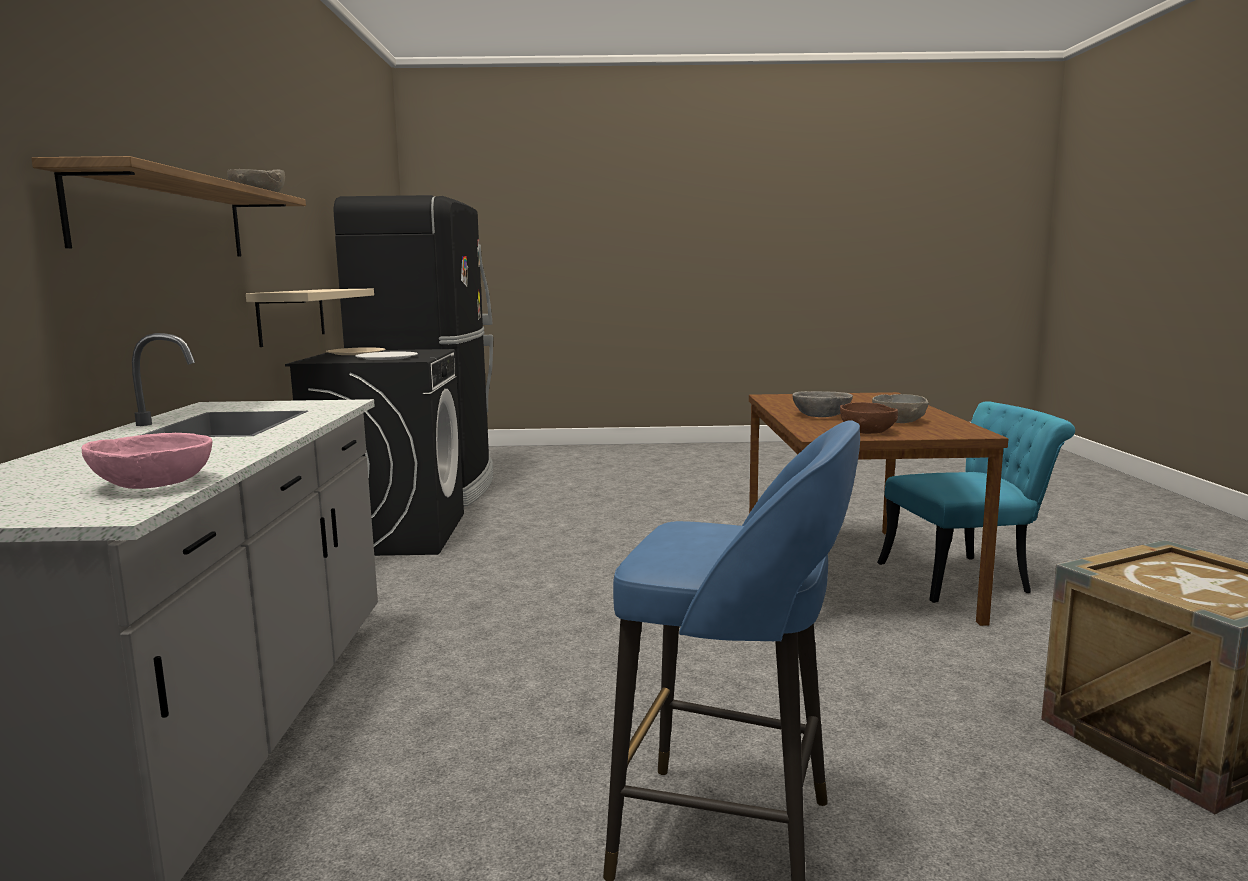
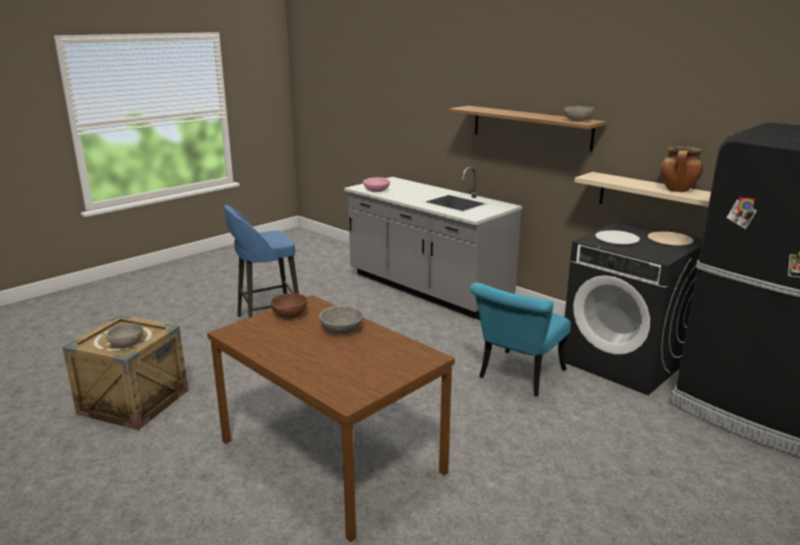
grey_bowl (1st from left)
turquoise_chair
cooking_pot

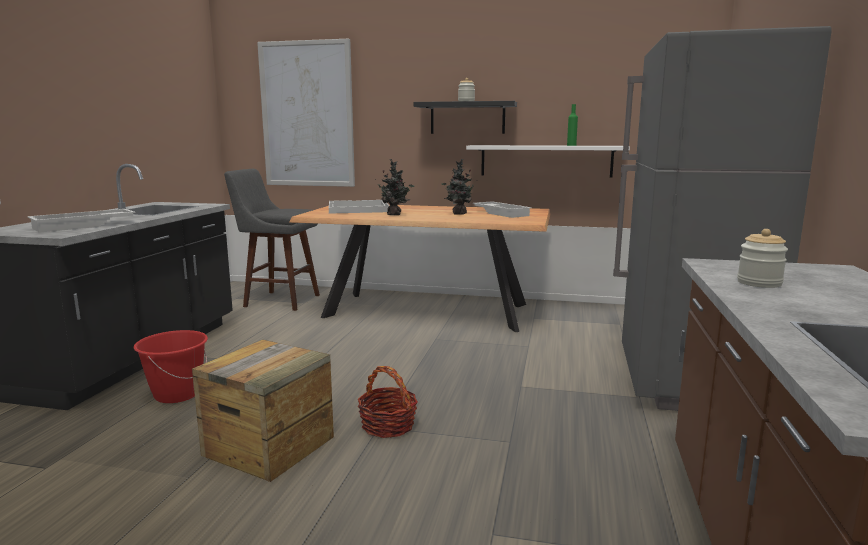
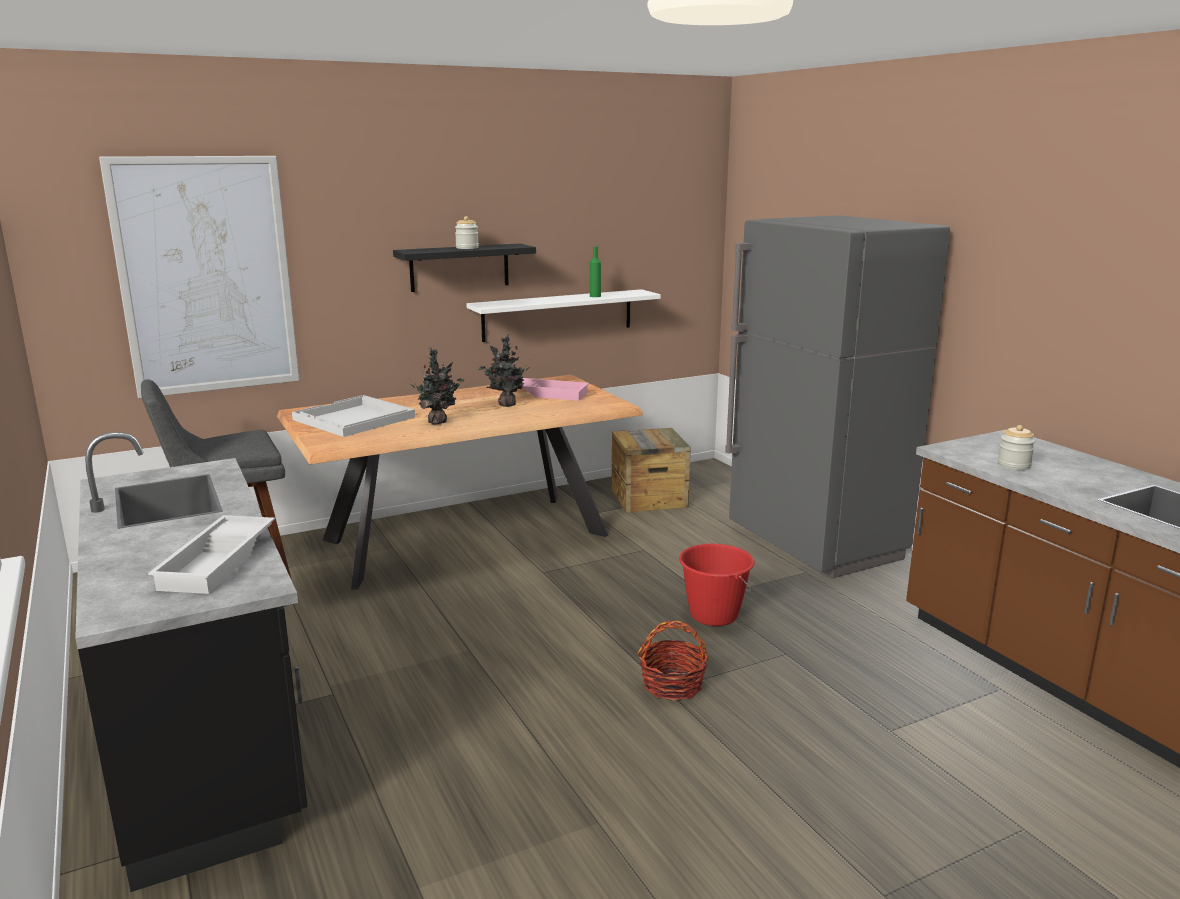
pink_tray
crate
red_bucket

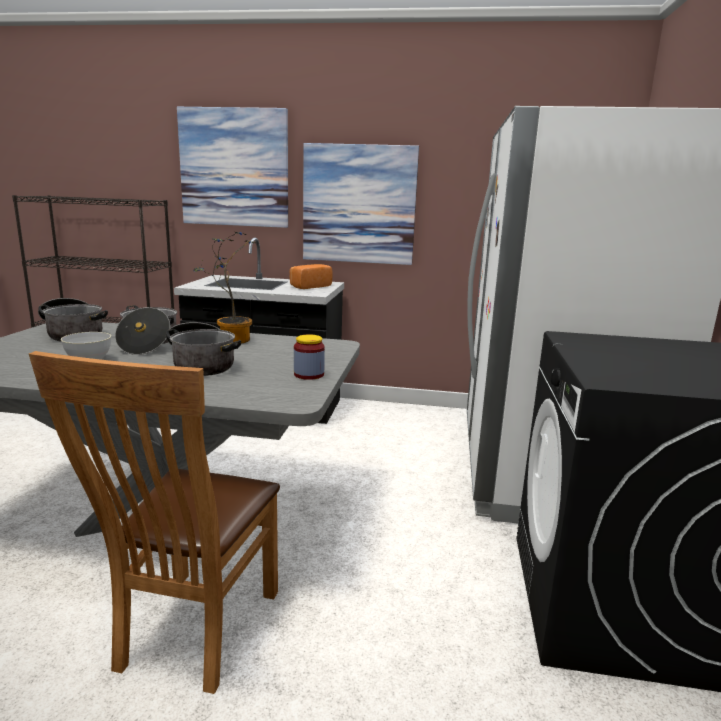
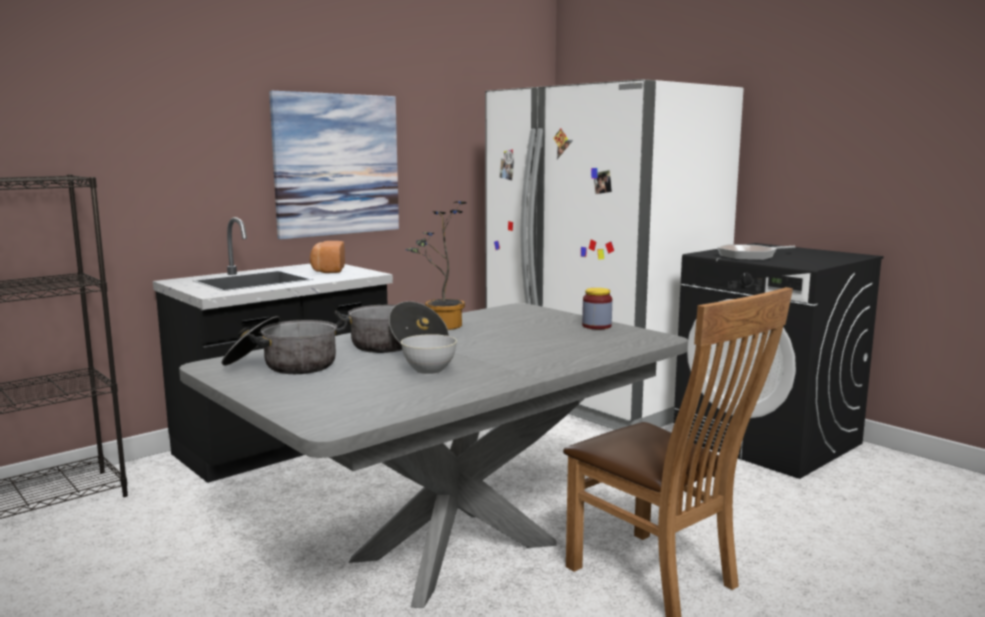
frying_pan
cooking_pot (3rd from left in the first image)
picture (1st from left in the first image)

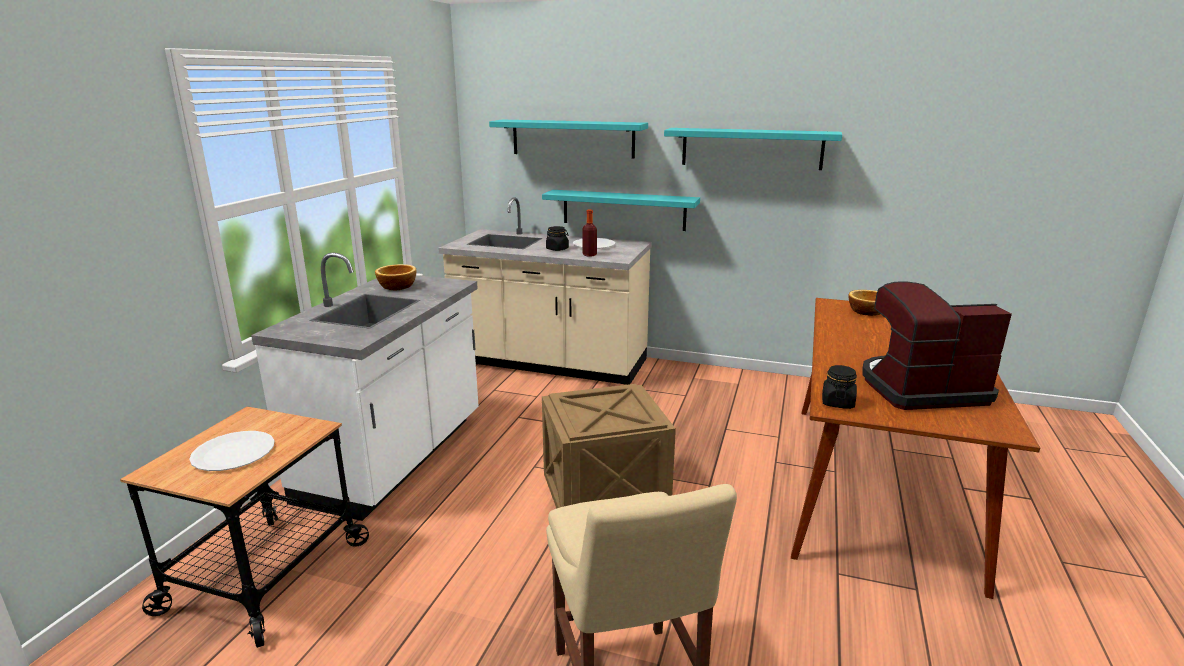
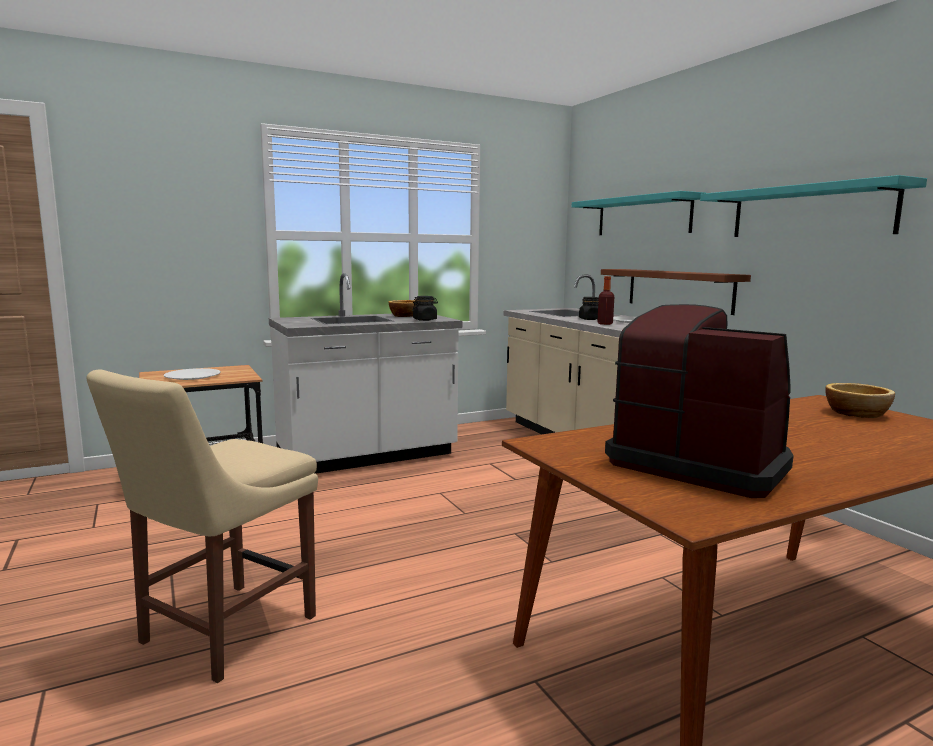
black_jar (1st from left)
brown_shelf
crate

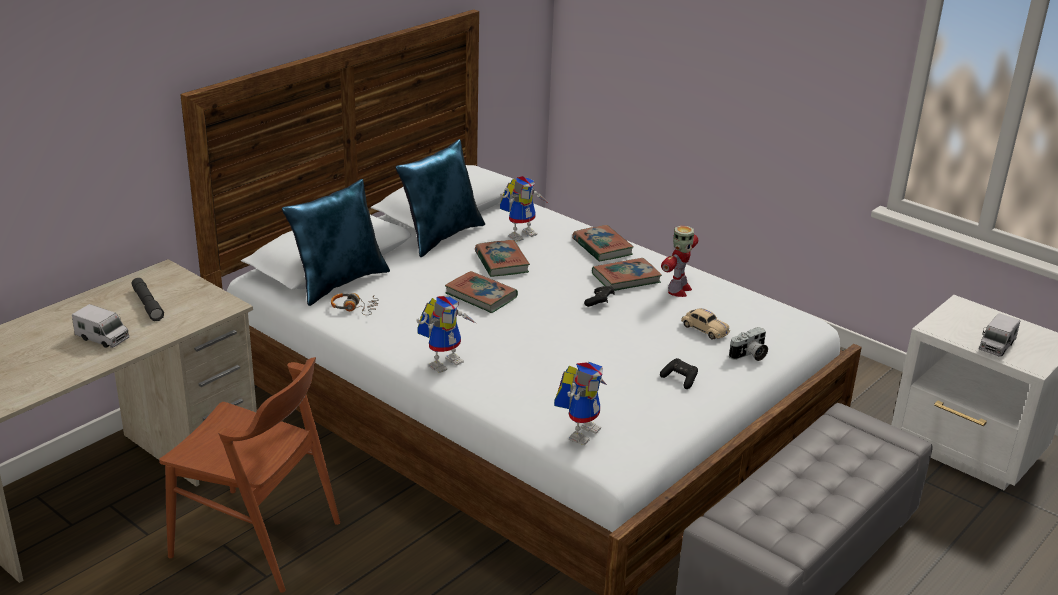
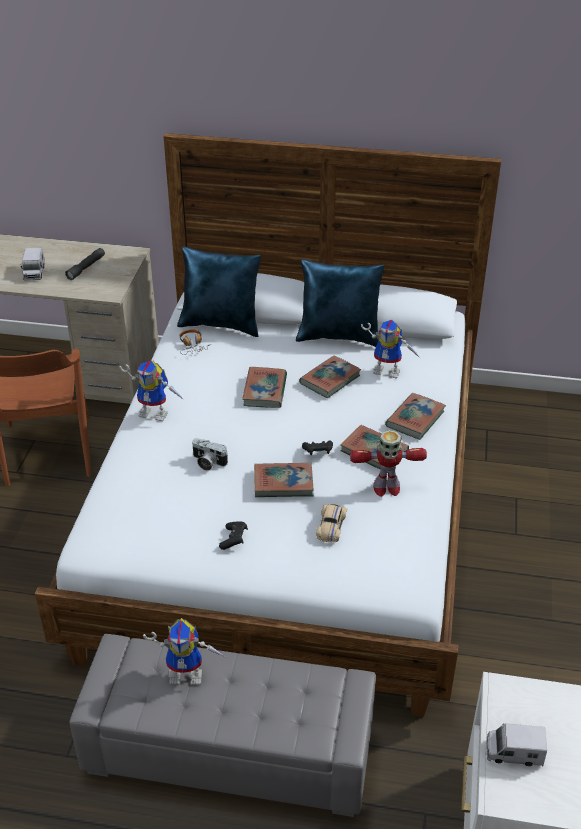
toy_robot (2nd from left)
photo_camera
book (2nd from left)

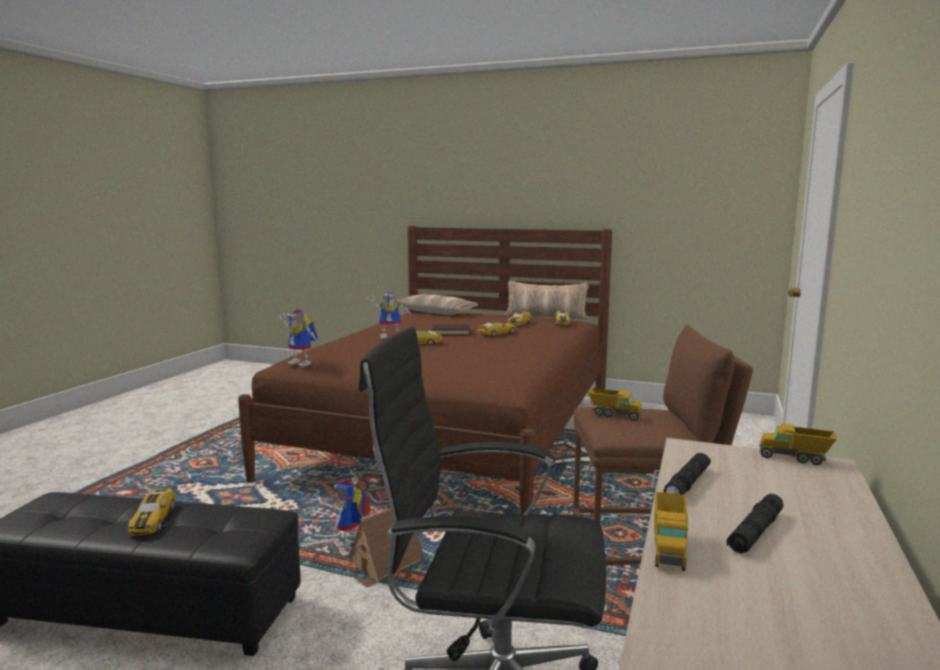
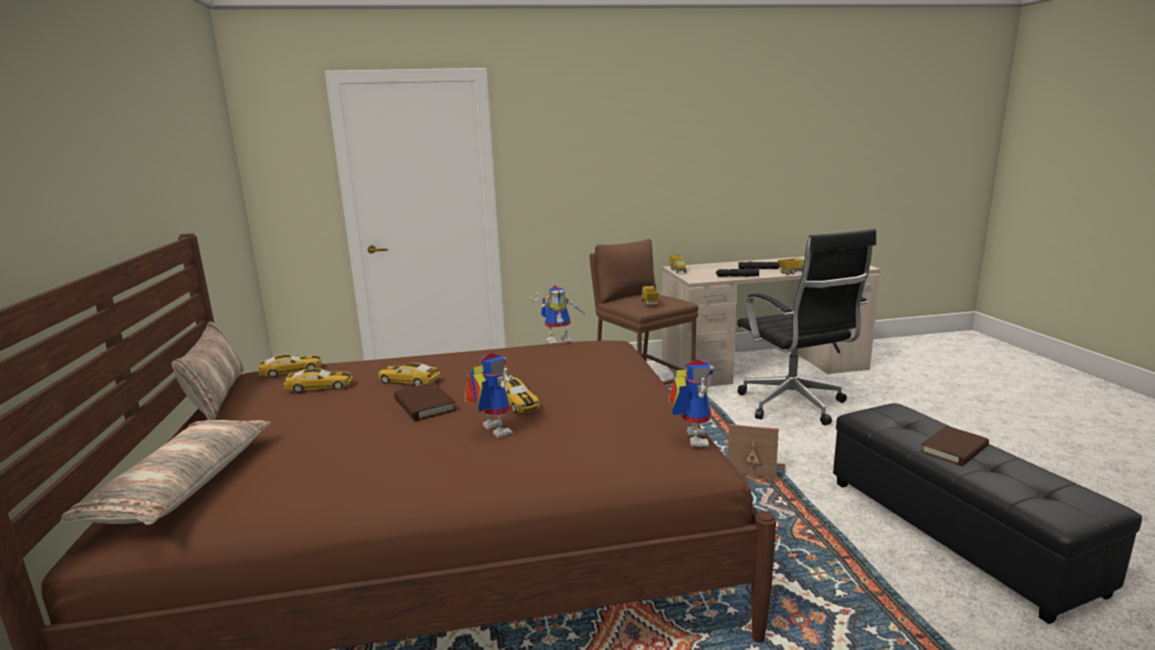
toy_robot (2nd from left)
brown_book (2nd from left)

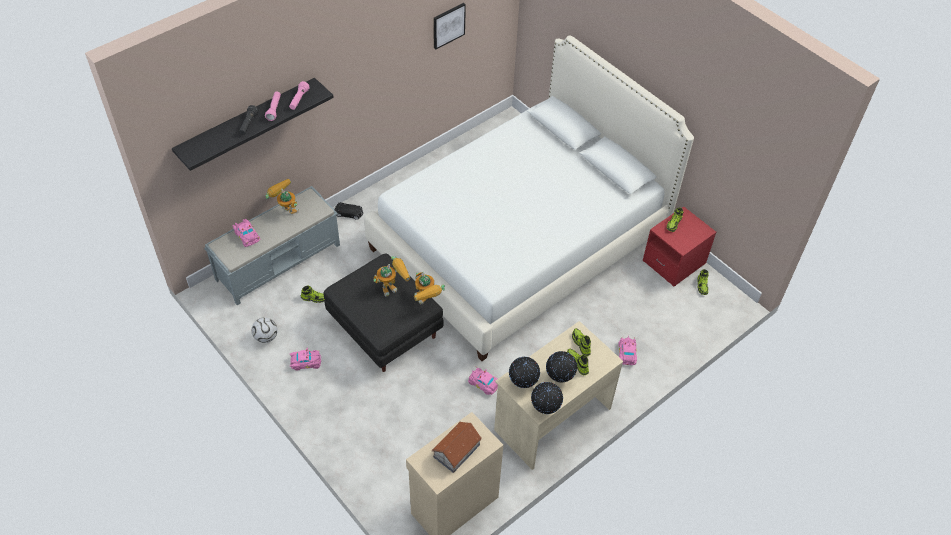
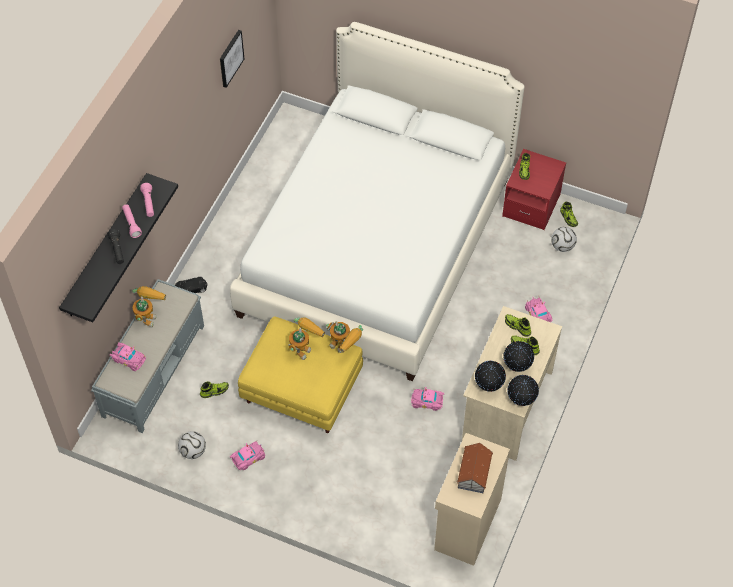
toy_robot (1st from left)
yellow_ottoman
football (2nd from left)

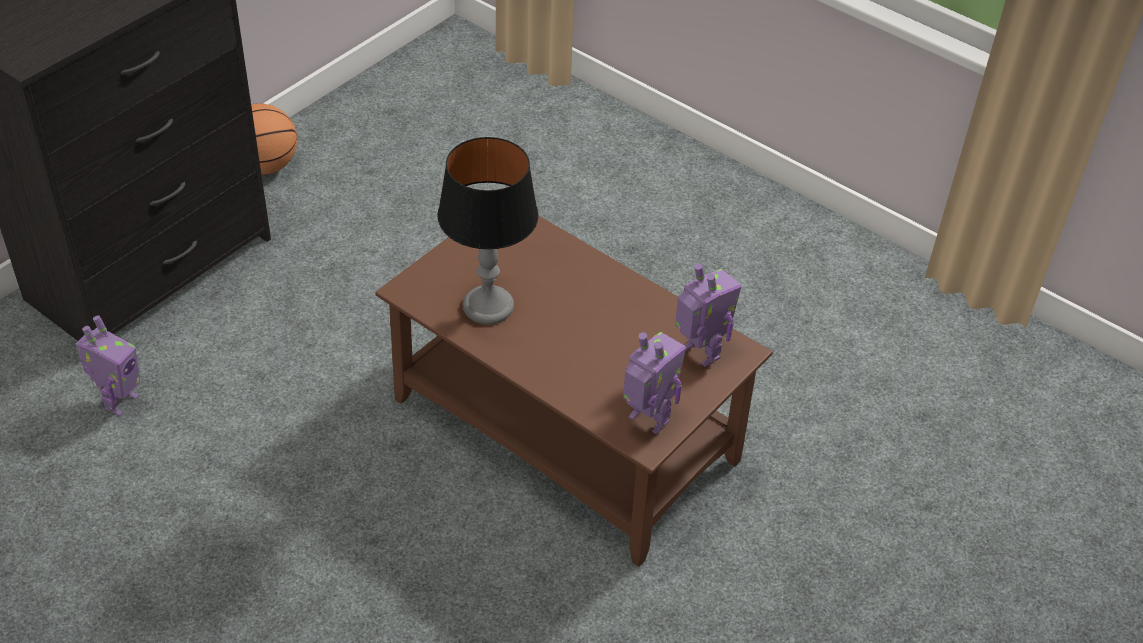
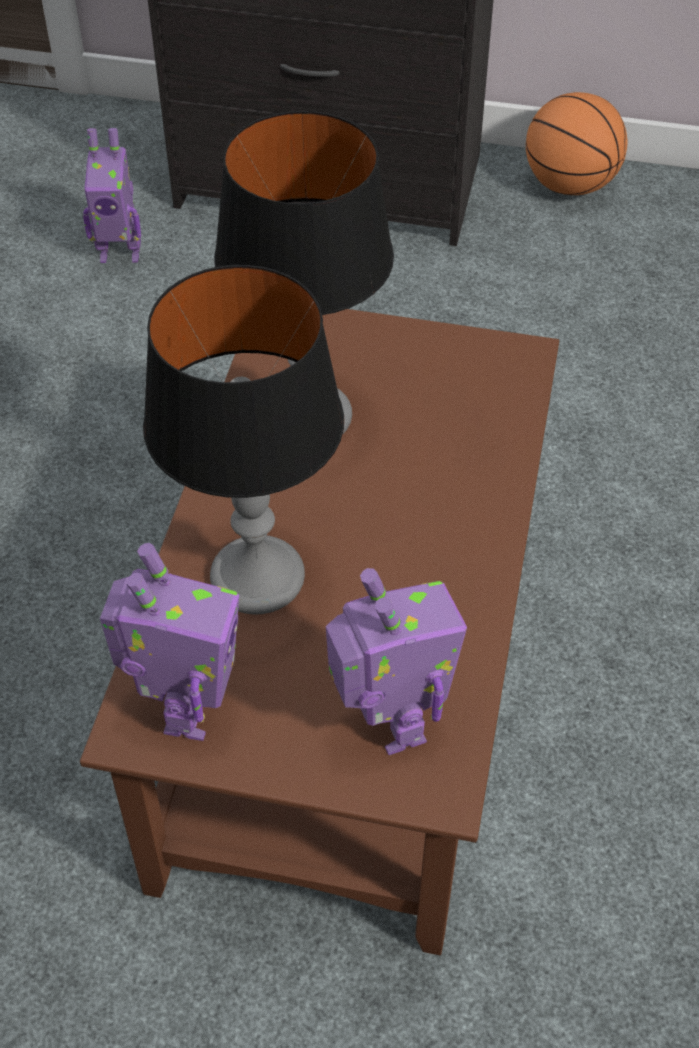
table_lamp (1st from left)
toy_robot (3rd from left)

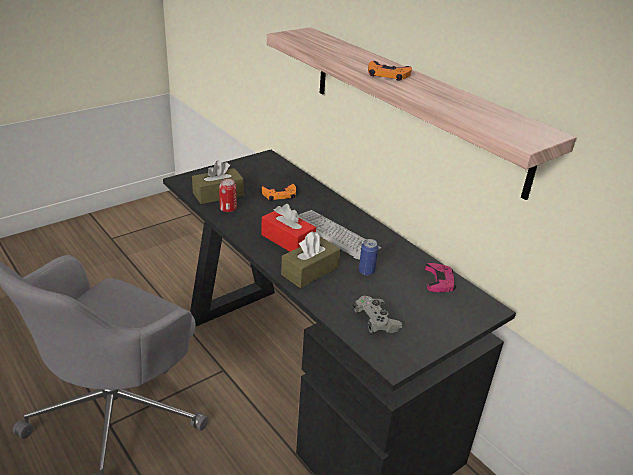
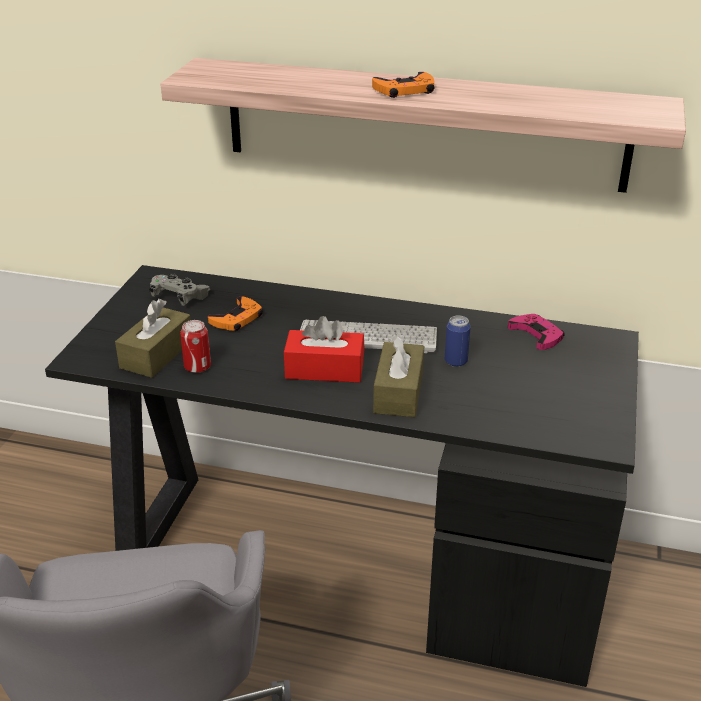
grey_game_controller

